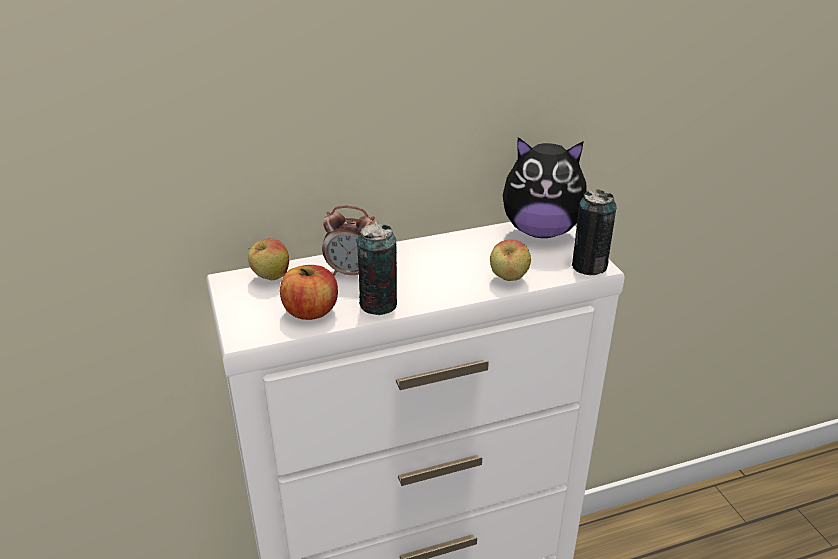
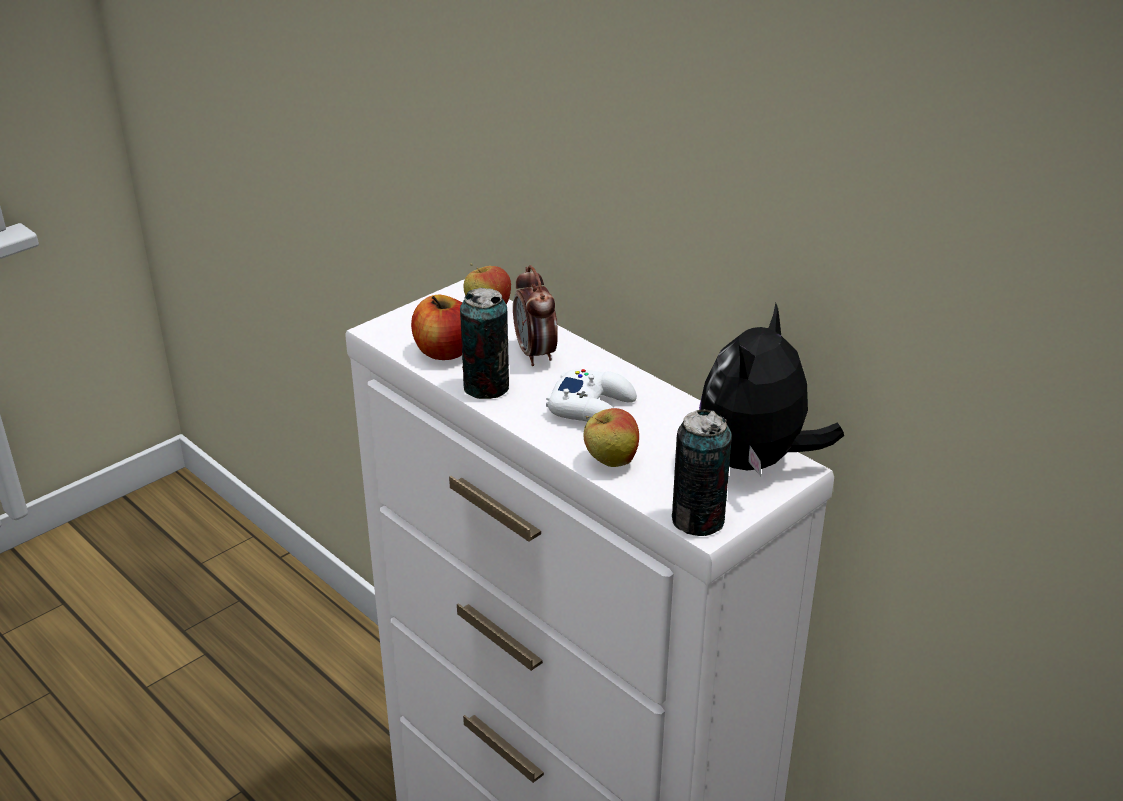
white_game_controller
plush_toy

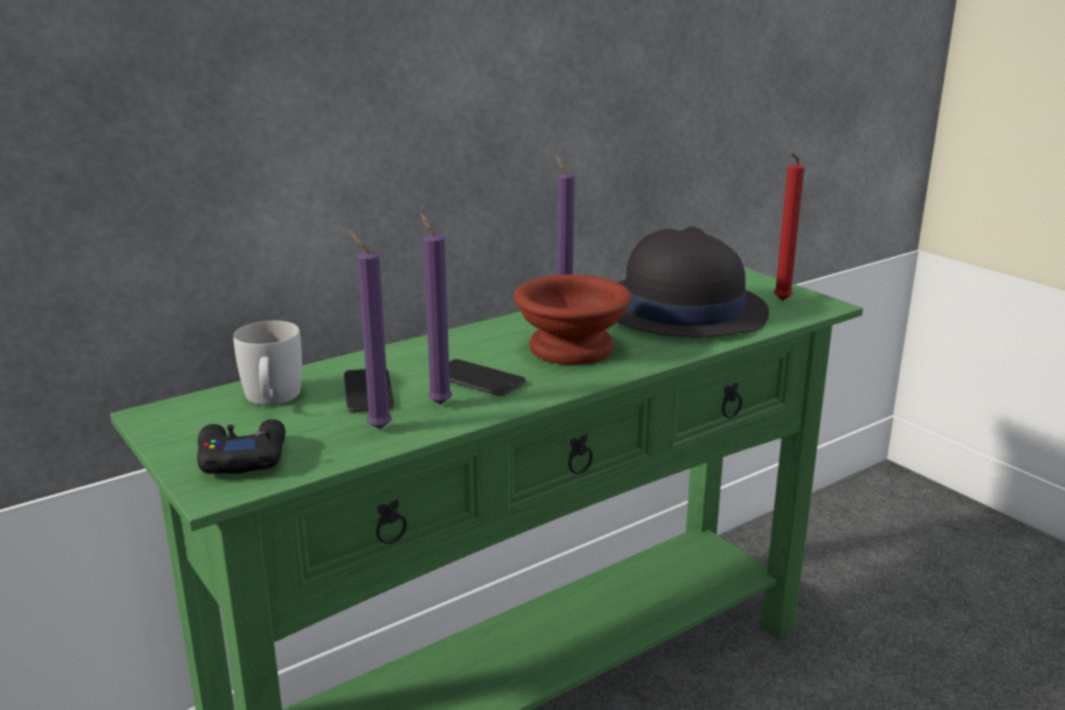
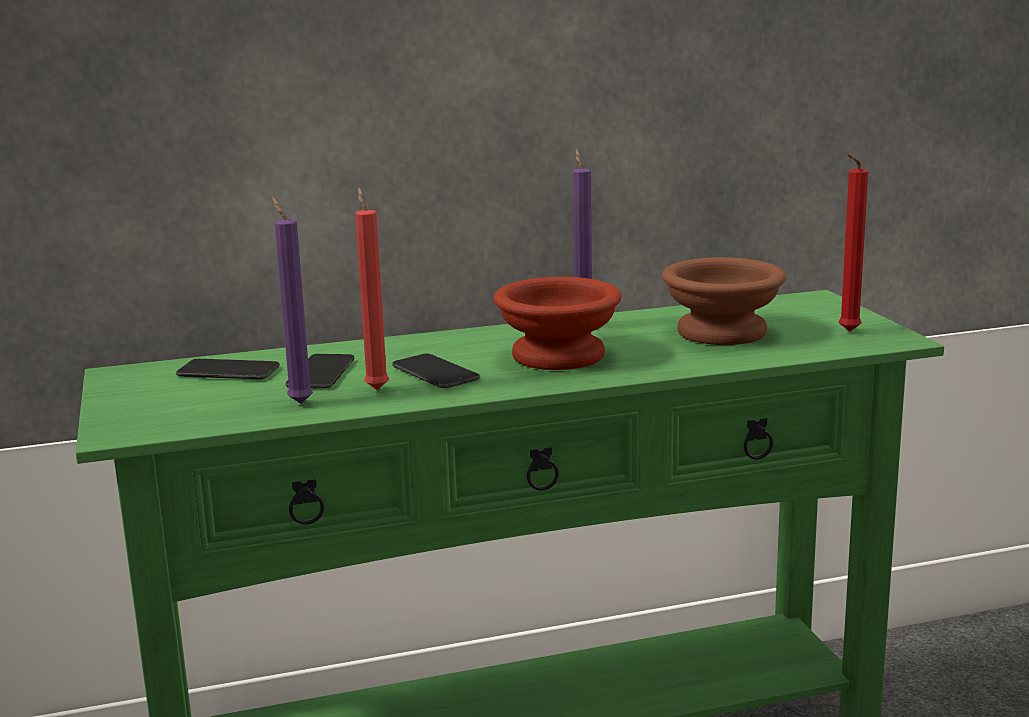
phone (1st from left)
red_candle (1st from left)
brown_bowl (2nd from left)
black_game_controller

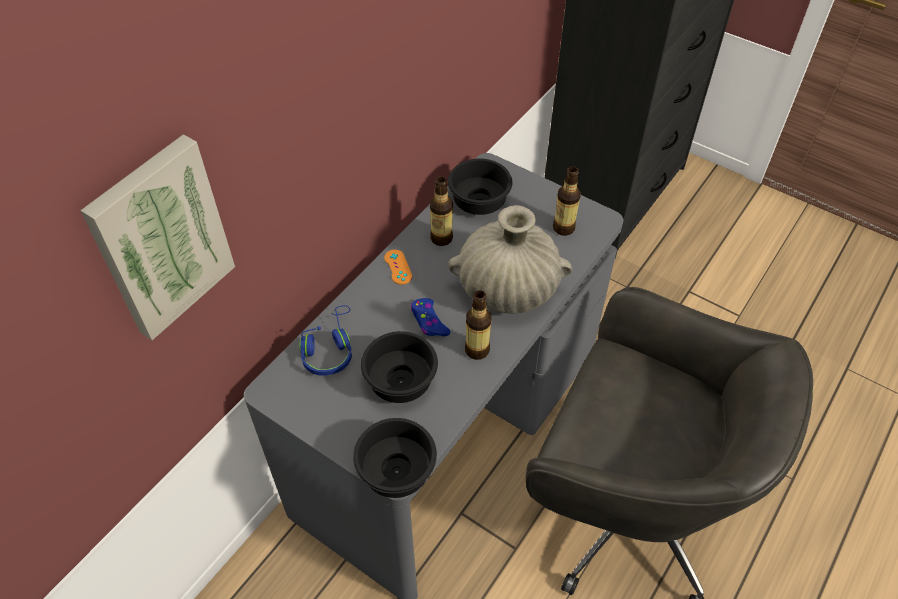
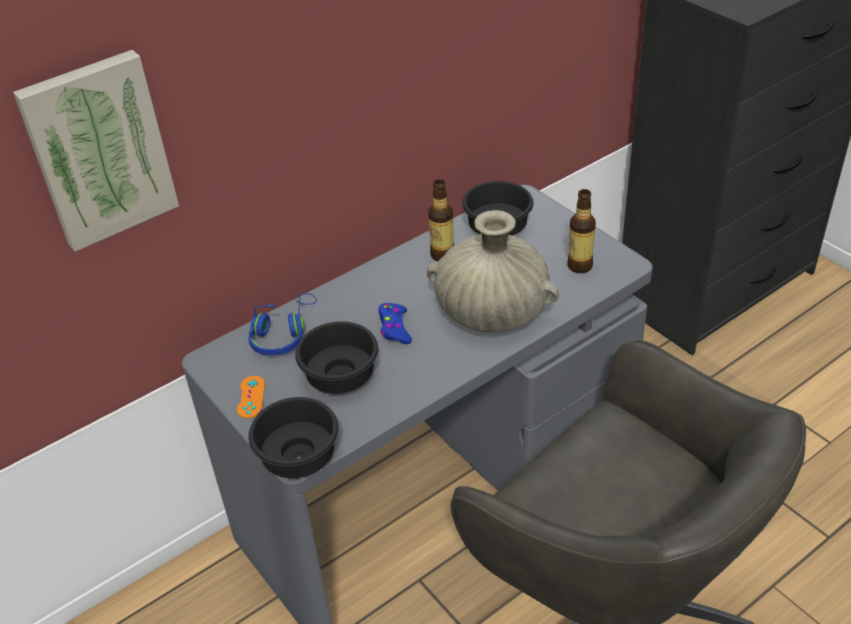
orange_game_controller
bottle (2nd from left in the first image)

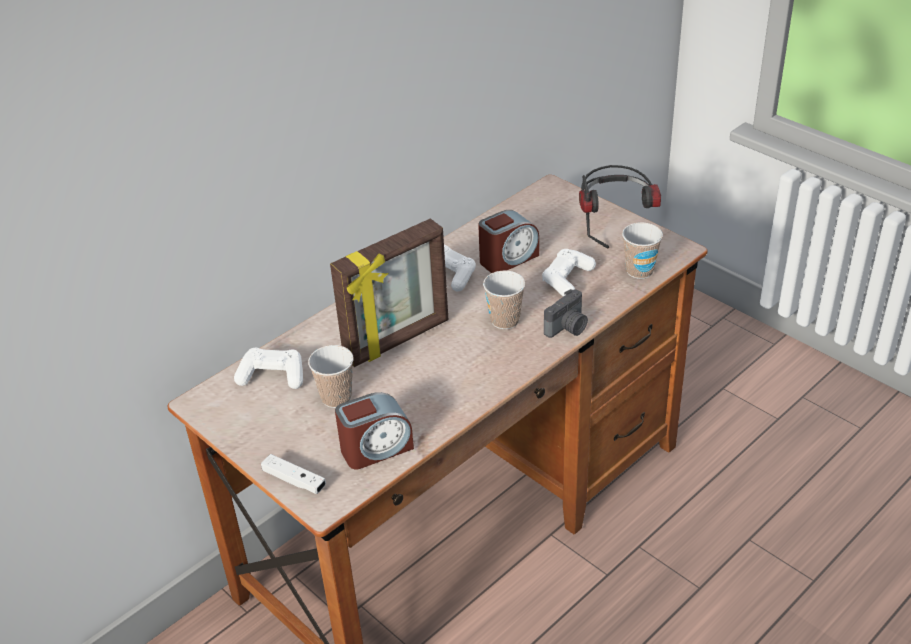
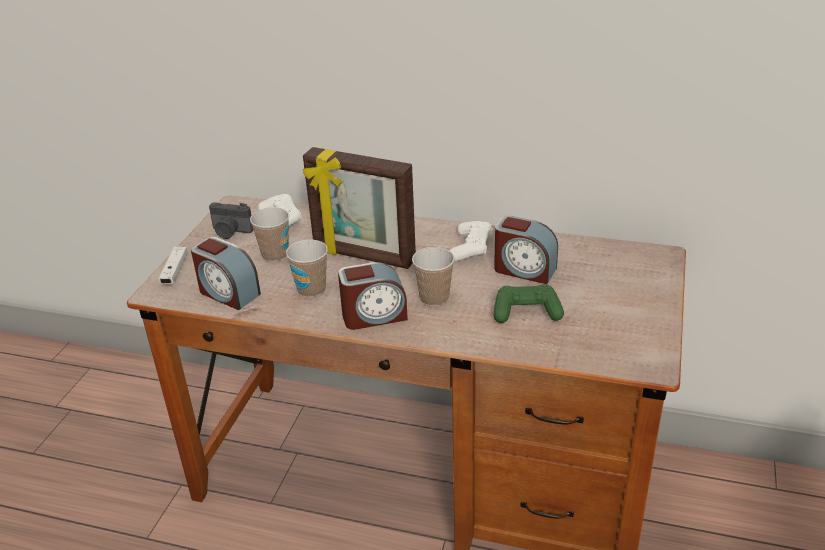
photo_camera
cup (2nd from left)
alarm_clock (2nd from left)
green_game_controller
headphones

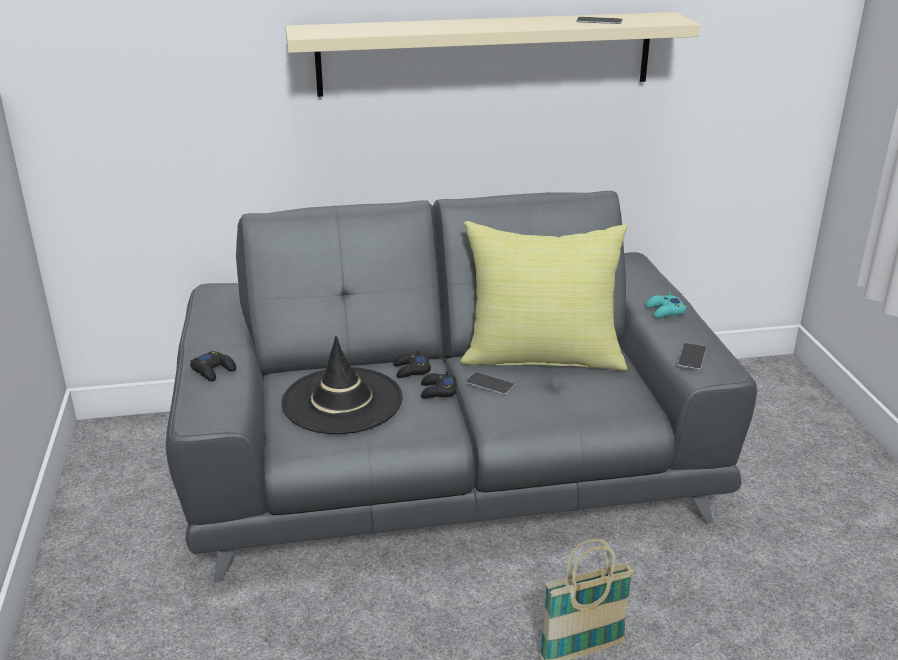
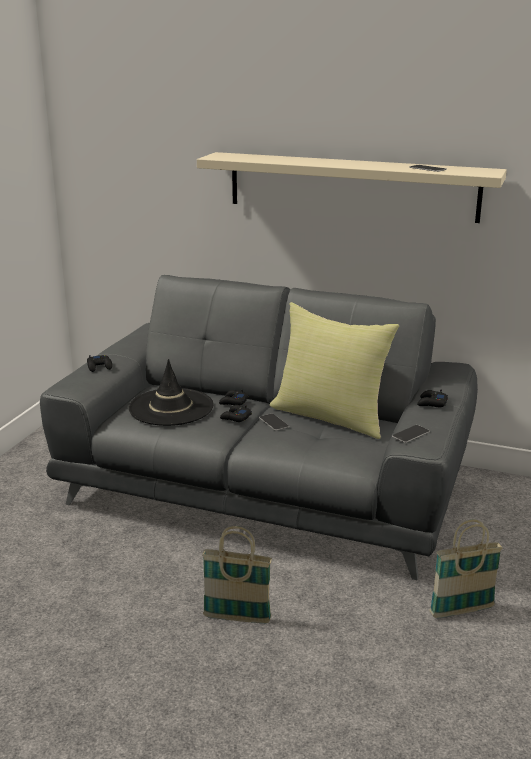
black_game_controller (4th from left)
basket (2nd from left)

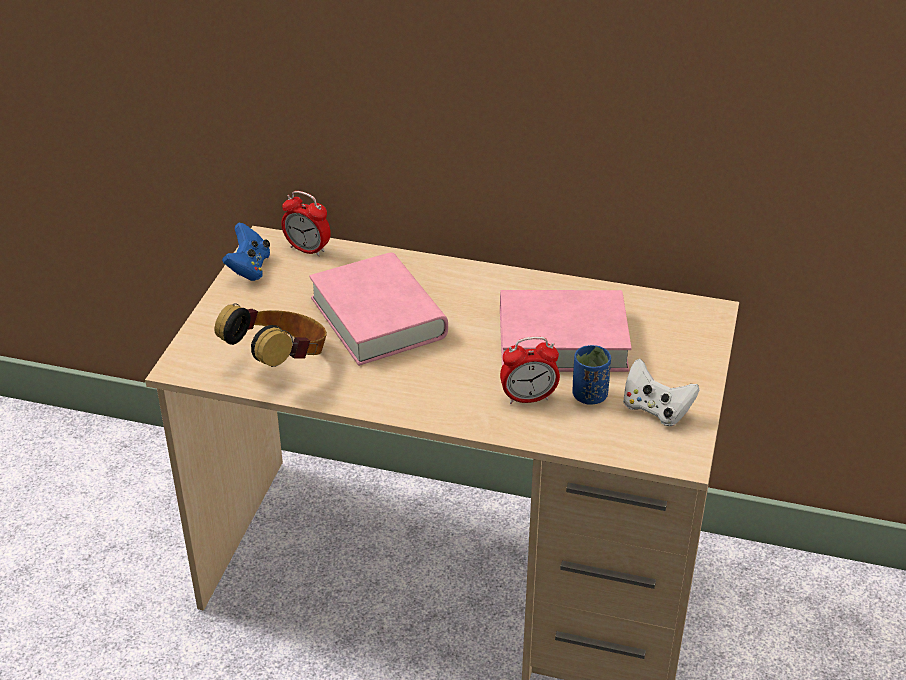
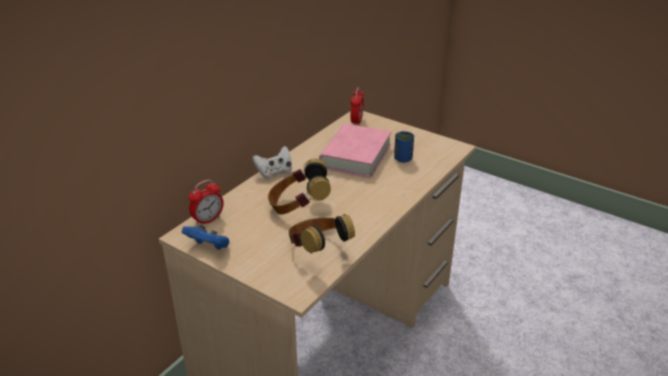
white_game_controller
headphones (1st from left)
alarm_clock (2nd from left)

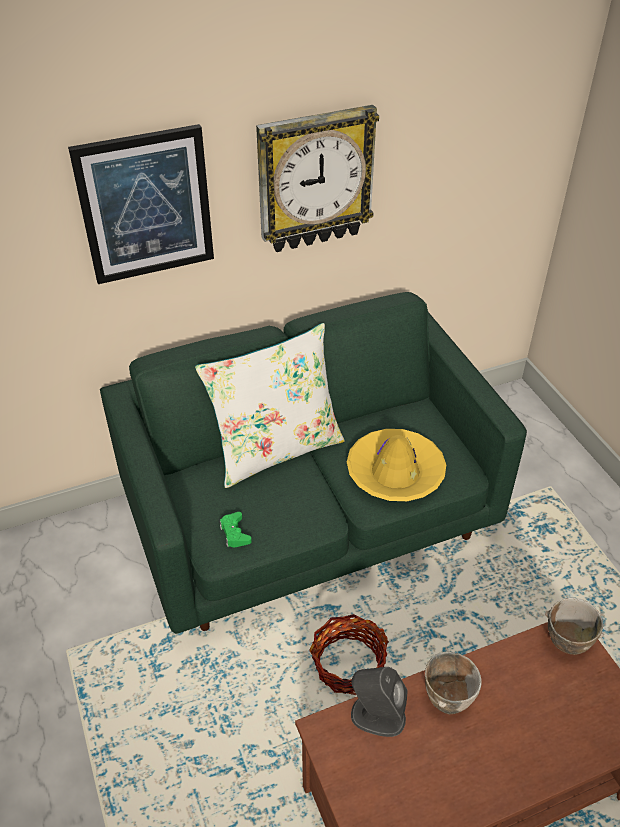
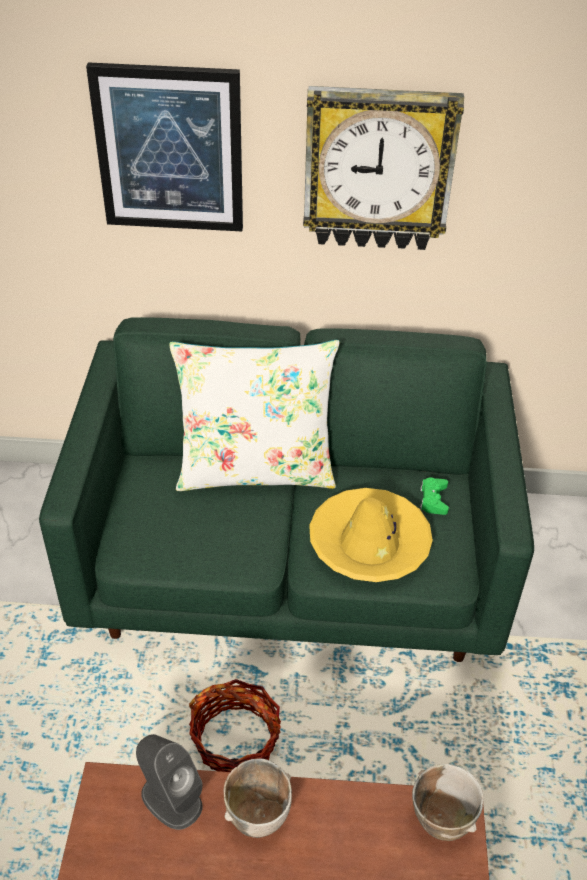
green_game_controller

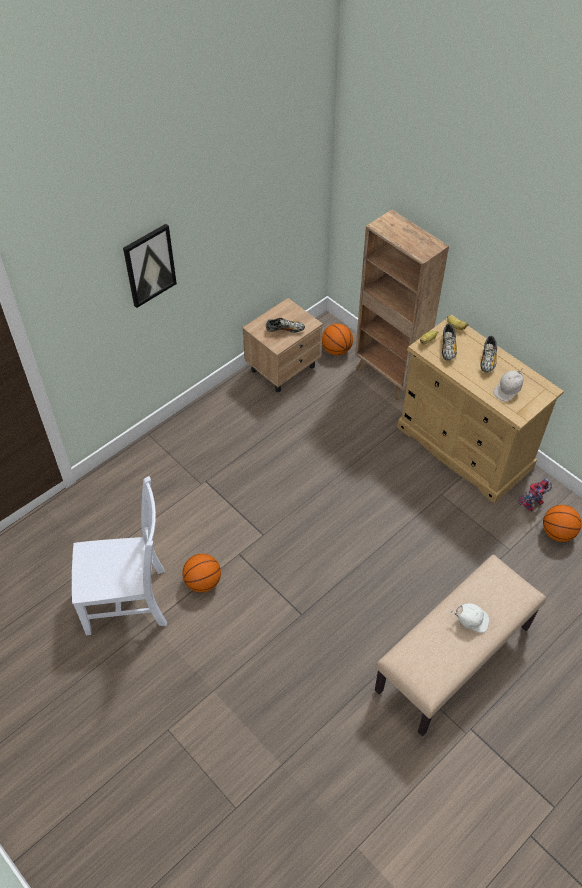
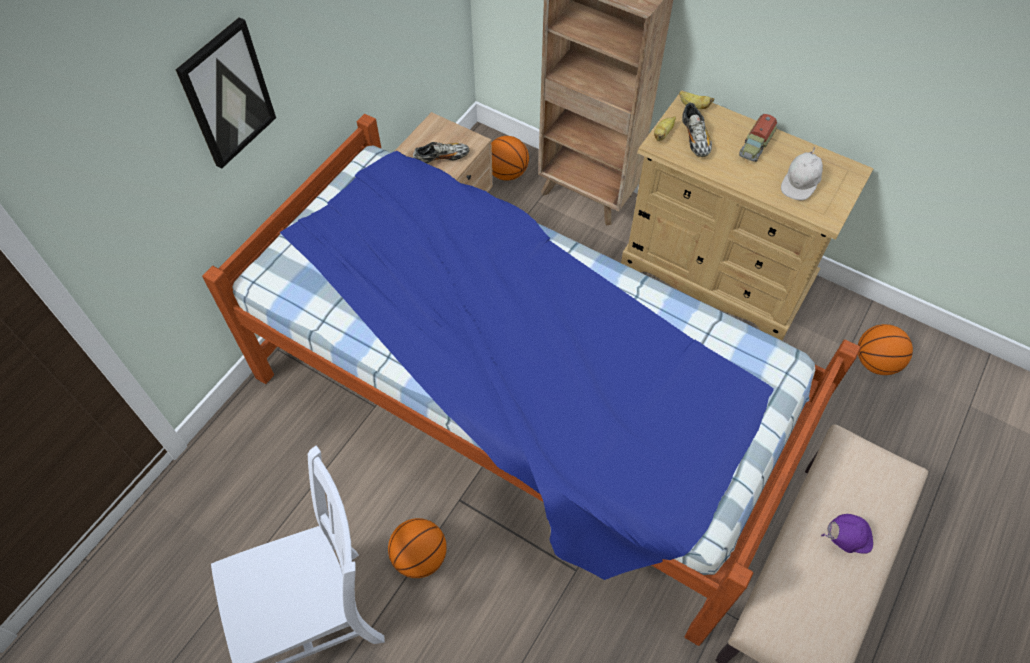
bed
toy_truck
purple_cap
toy_robot

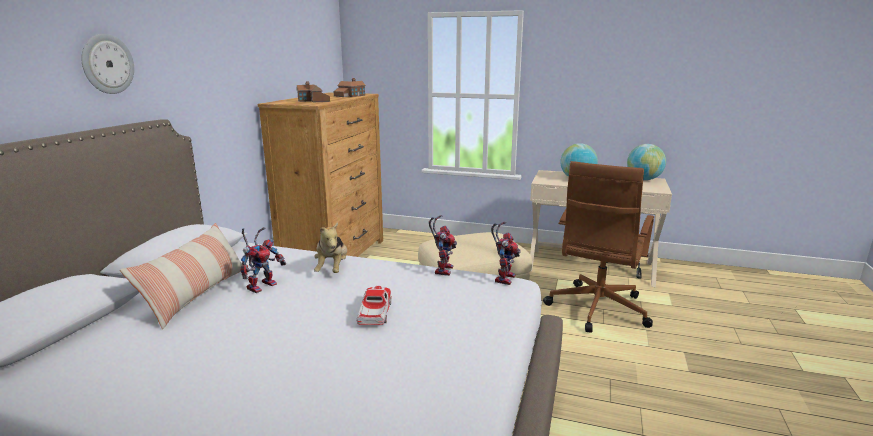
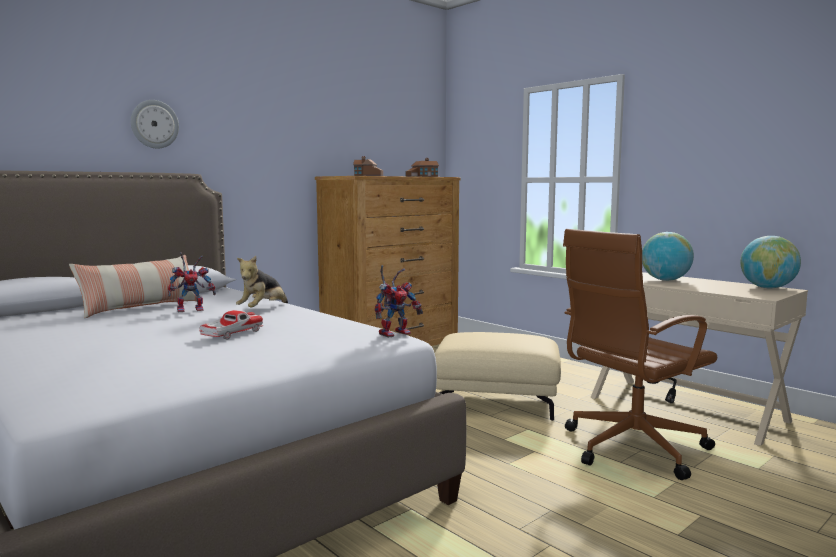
toy_robot (2nd from left in the first image)

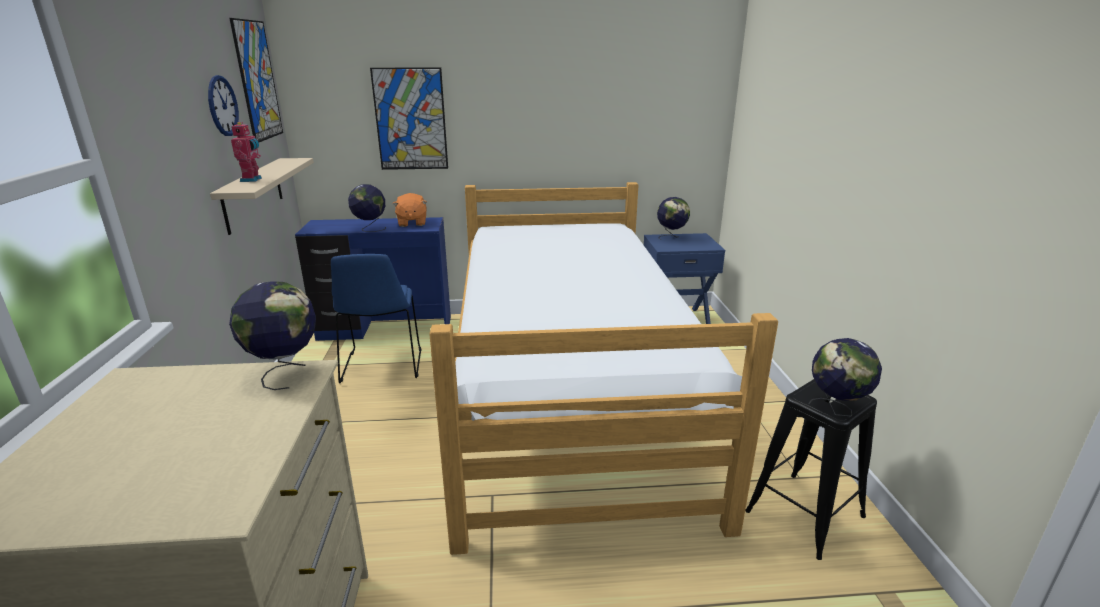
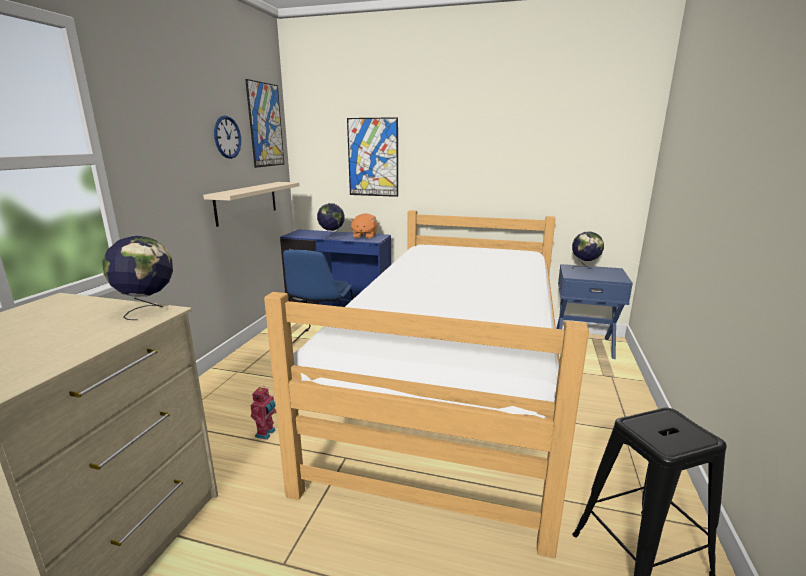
toy_robot
globe (4th from left in the first image)

